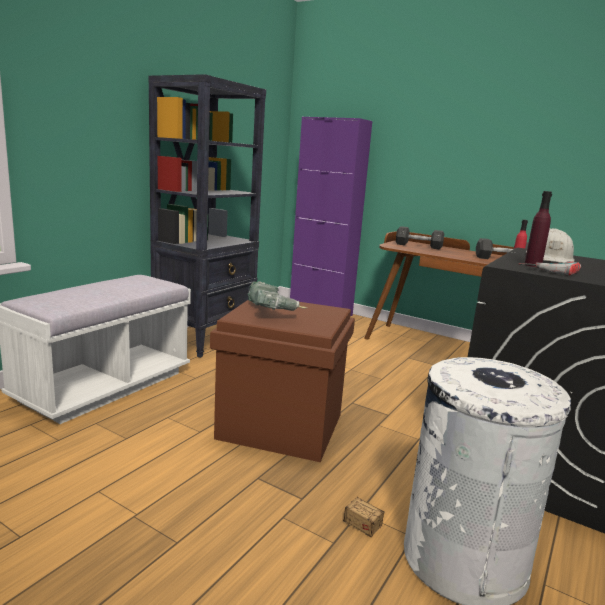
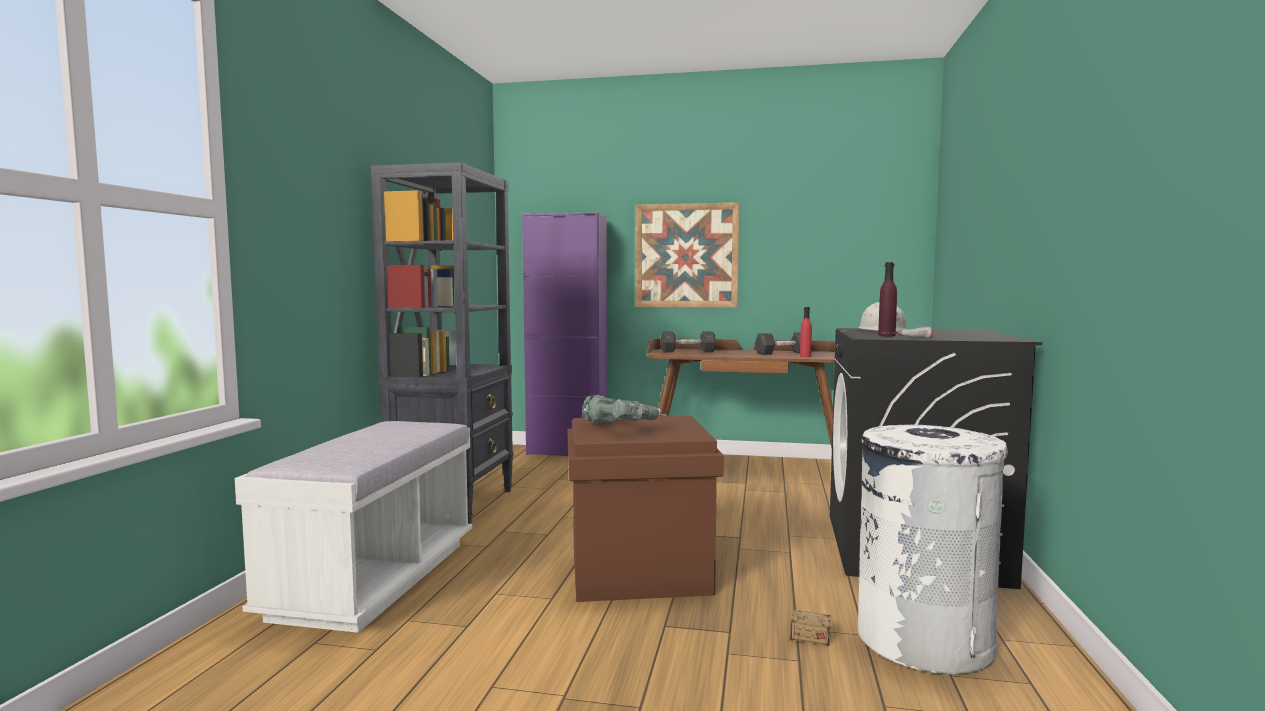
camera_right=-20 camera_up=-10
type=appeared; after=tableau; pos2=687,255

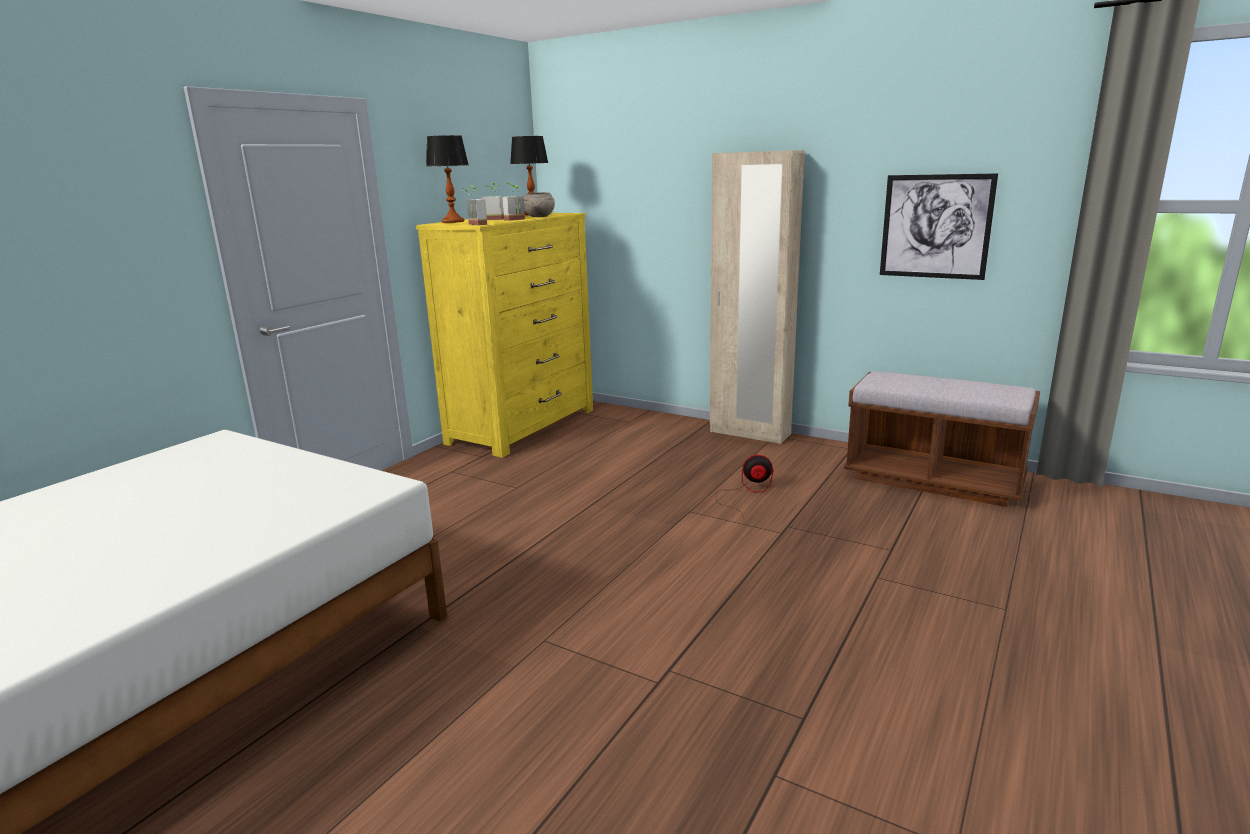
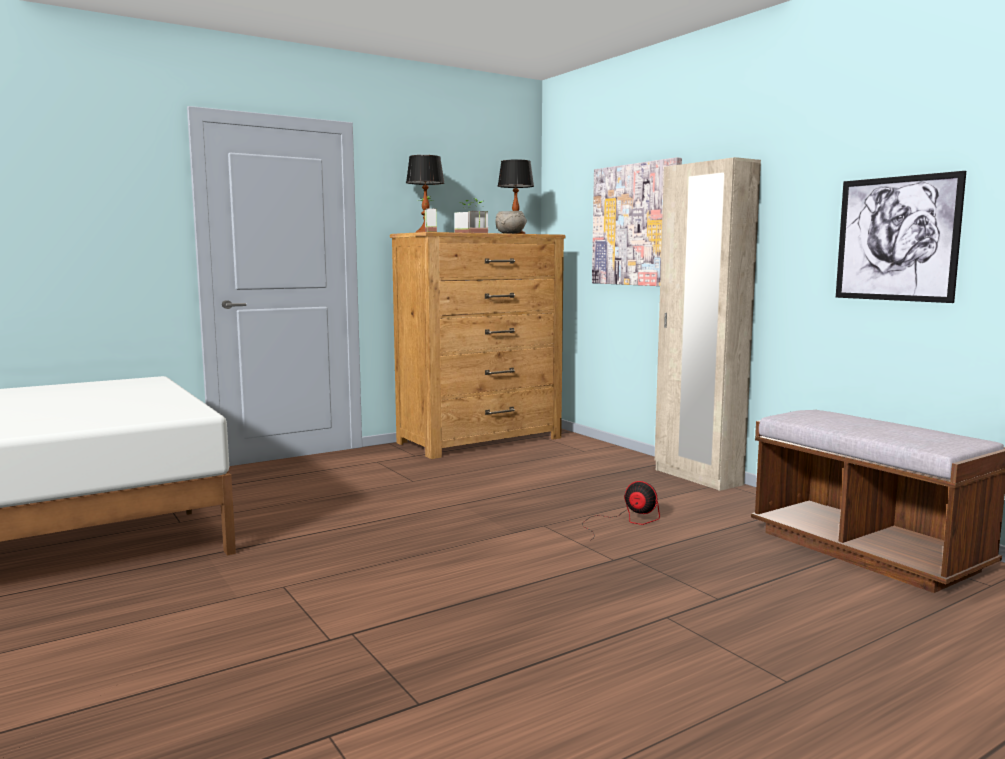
camera_right=25 camera_up=-10
type=colour; before=commode (jaune); after=commode (marron); pos1=504,335; pos2=477,345
type=appeared; after=tableau; pos2=637,221

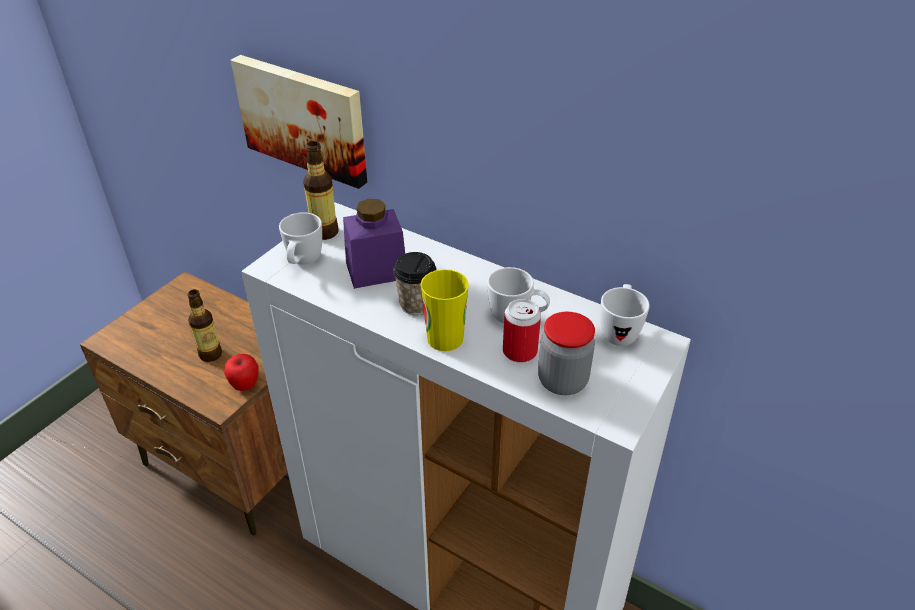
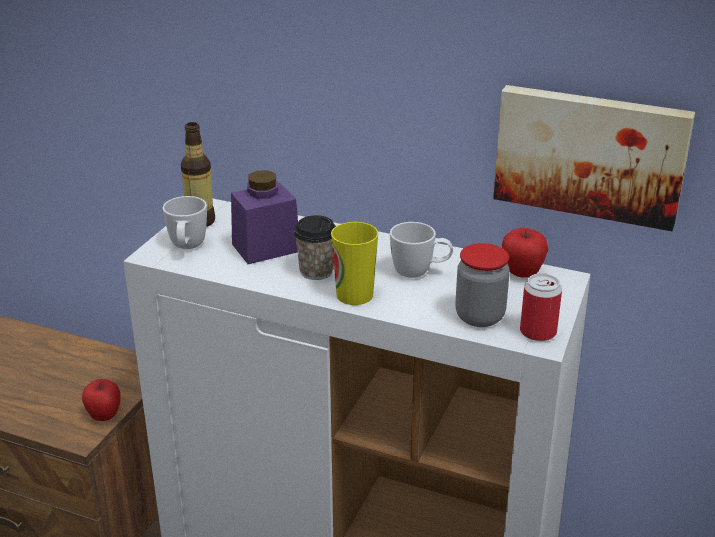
camera_right=-10 camera_up=-10
type=relocated; before=tableau; pos1=299,122; pos2=594,158
type=exchanged; before=mug (blanc); after=pomme; pos1=625,315; pos2=525,253
type=missing; before=bouteille; pos1=204,325
type=relocated; before=boîte métallique; pos1=522,330; pos2=541,307

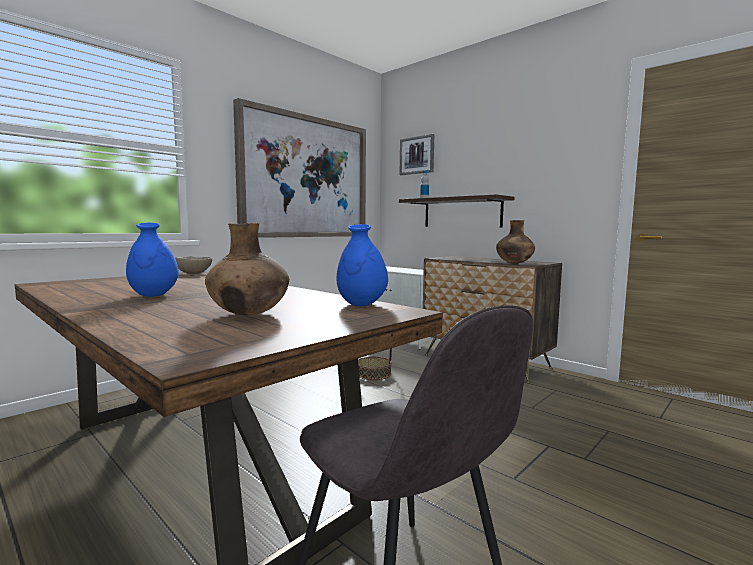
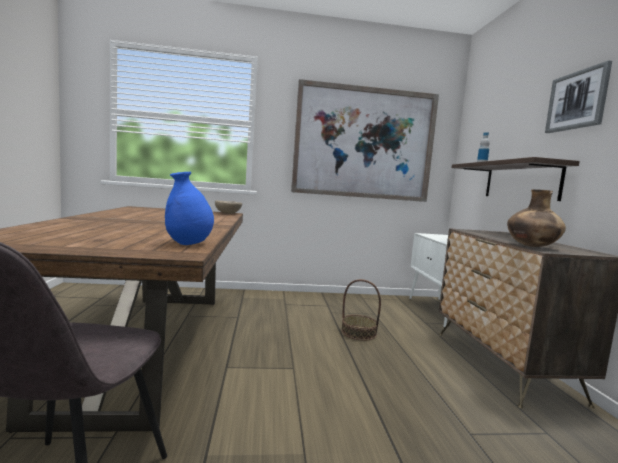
camera_right=40 camera_up=0
type=relocated; before=tableau; pos1=417,154; pos2=578,96
type=missing; before=vase (bleu); pos1=152,260
type=missing; before=vase (marron); pos1=247,269

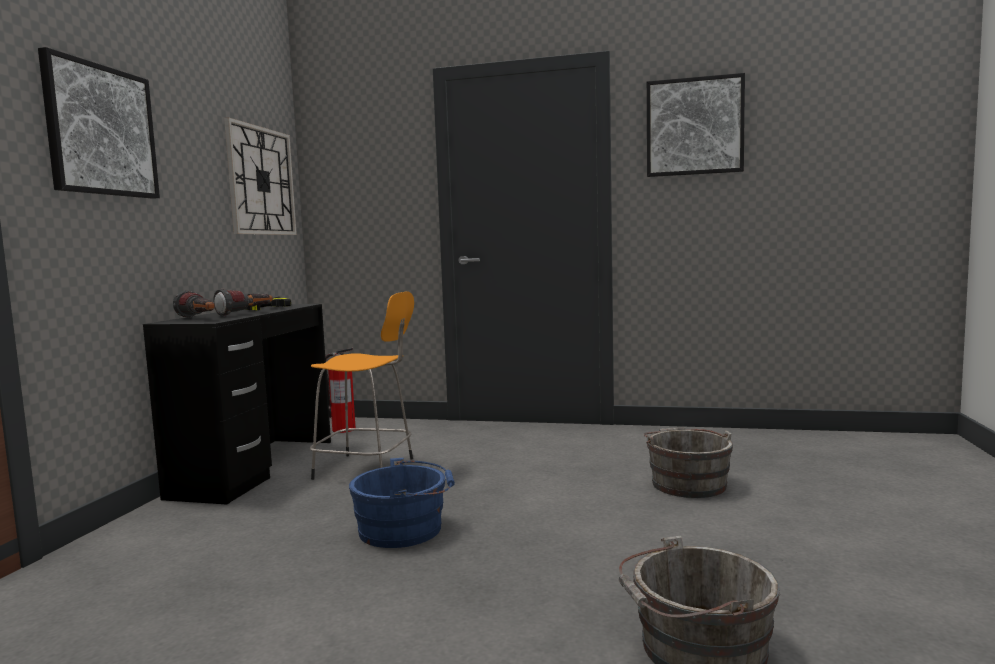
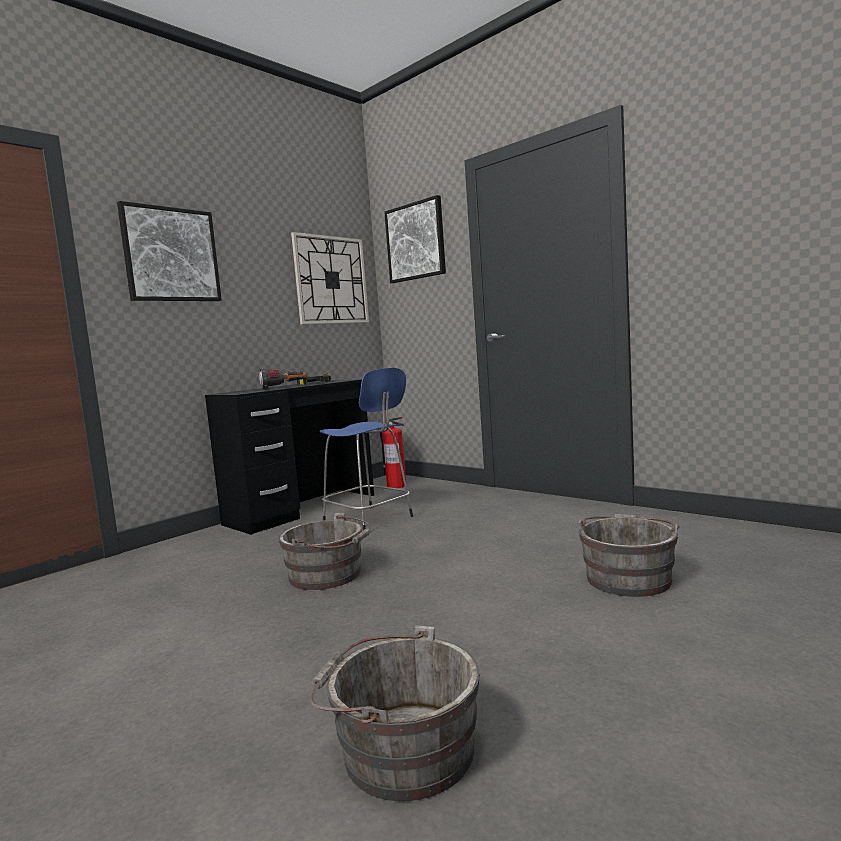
camera_right=30 camera_up=0
type=relocated; before=tableau; pos1=696,125; pos2=415,239
type=missing; before=lampe de poche; pos1=194,304
type=colour; before=tabouret (orange); after=tabouret (bleu); pos1=362,385; pos2=366,449
type=colour; before=seau (bleu); after=seau (gris); pos1=402,503; pos2=325,551

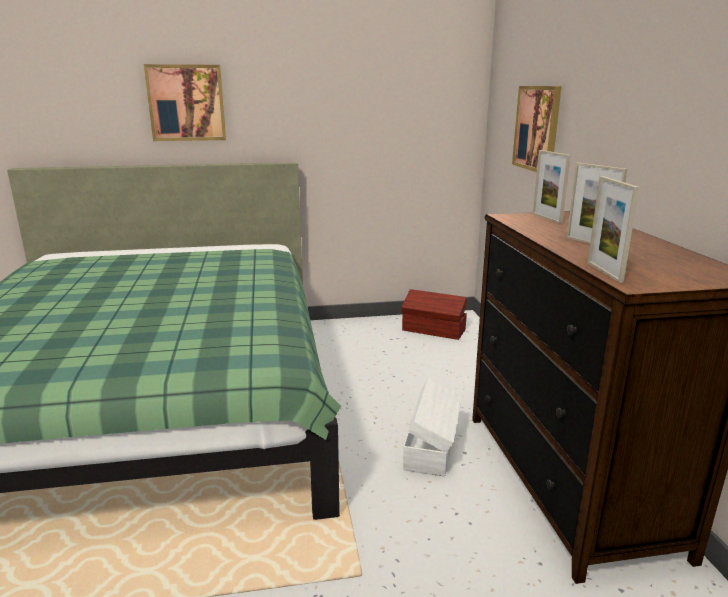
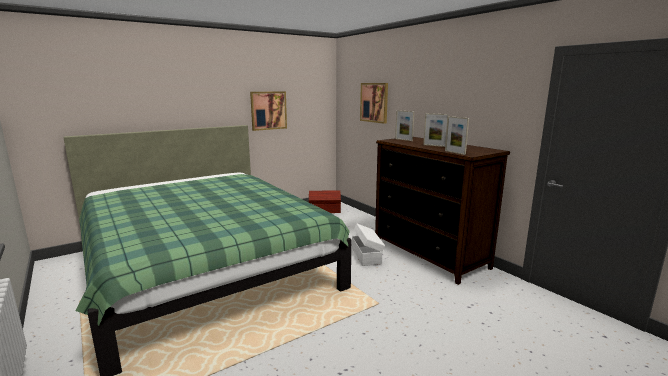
camera_right=-25 camera_up=-5
type=relocated; before=tableau; pos1=185,102; pos2=268,111

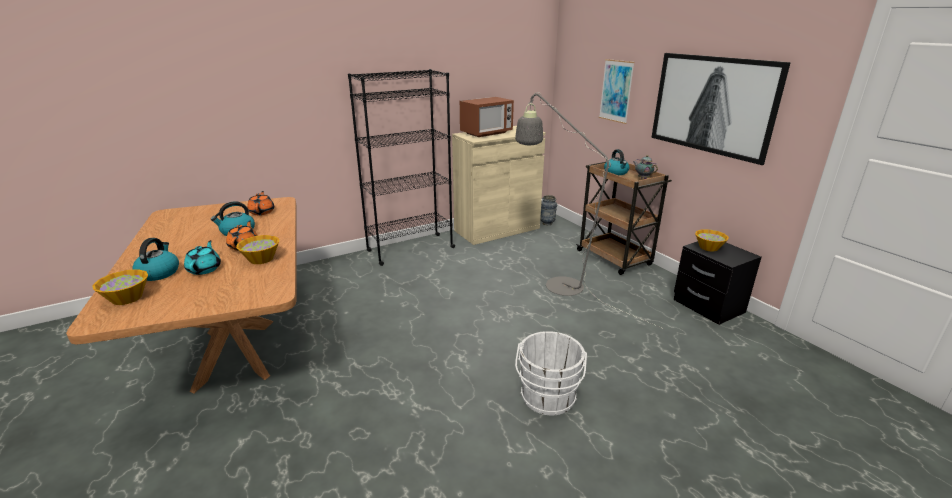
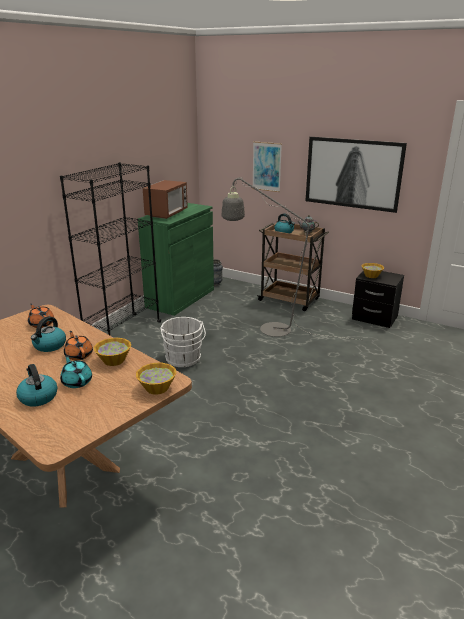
camera_right=-30 camera_up=0
type=colour; before=meuble de rangement (beige); after=meuble de rangement (vert); pos1=499,185; pos2=176,259
type=relocated; before=bol; pos1=120,287; pos2=156,378
type=relocated; before=seau (blanc); pos1=551,373; pos2=183,342

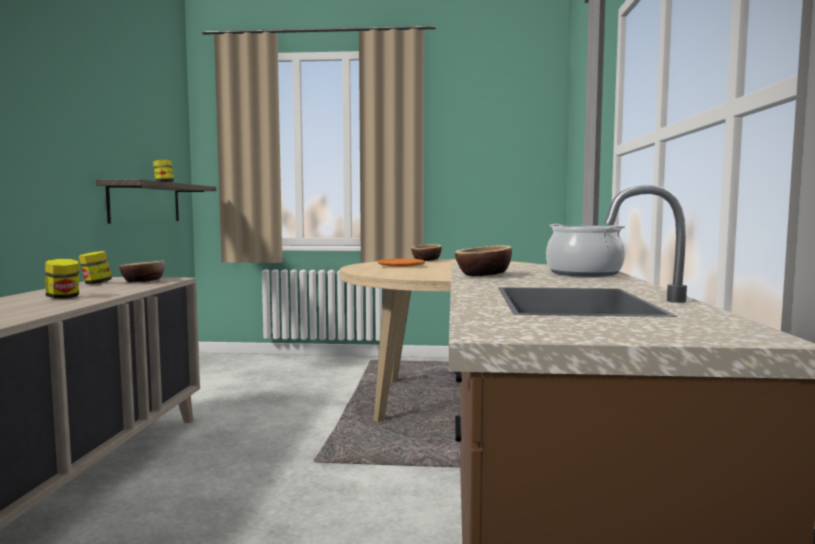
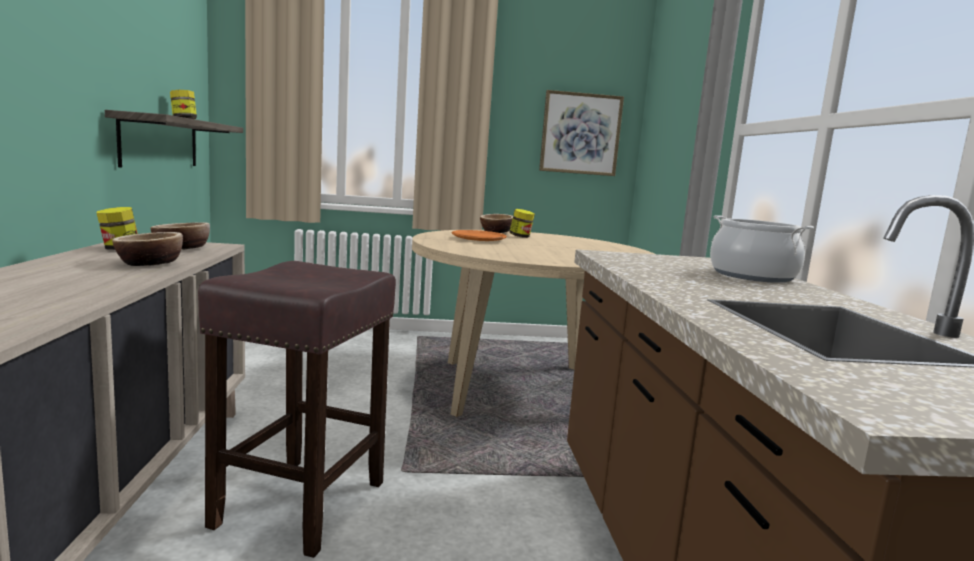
camera_right=-10 camera_up=5
type=relocated; before=bol; pos1=483,260; pos2=147,249
type=relocated; before=bocal; pos1=62,279; pos2=522,223
type=appeared; after=tableau; pos2=581,133
type=appeared; after=tabouret (marron); pos2=297,409

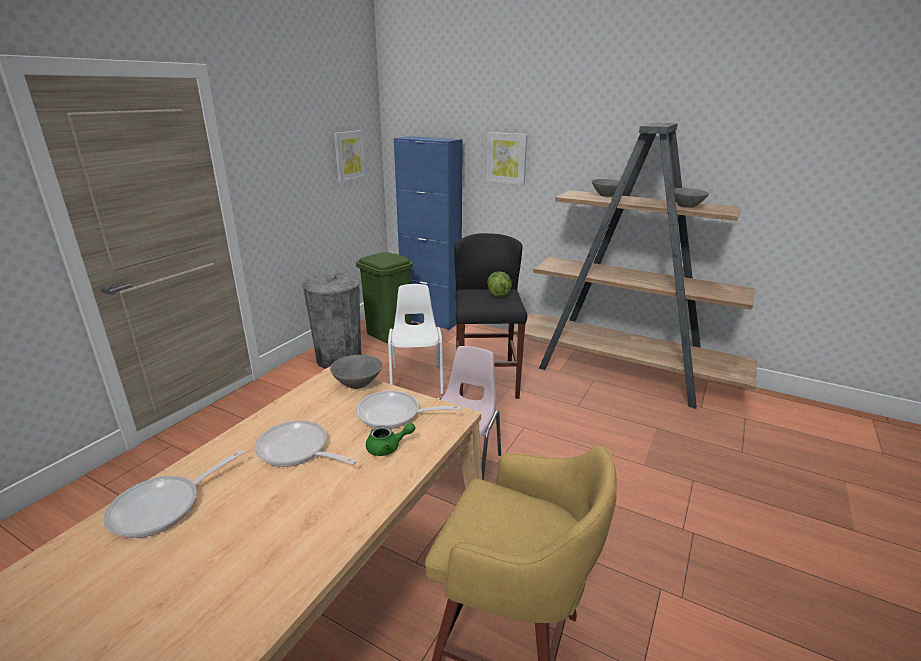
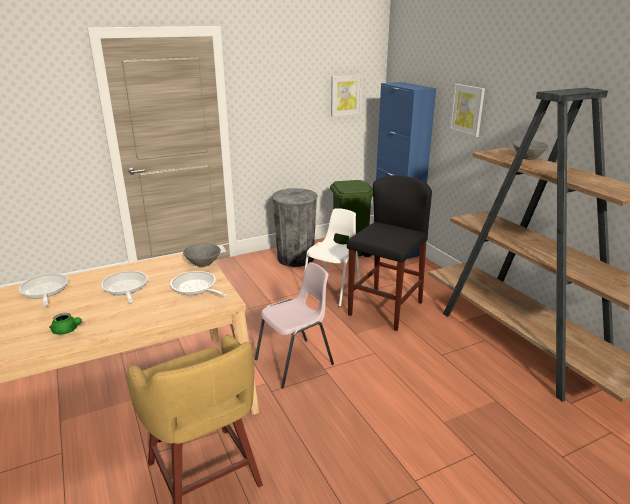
camera_right=35 camera_up=0
type=missing; before=bol (gris); pos1=691,198
type=missing; before=laitue; pos1=499,284
type=relocated; before=théière (vert); pos1=390,439; pos2=65,323
type=spun; before=poêle; pos1=174,494; pos2=43,290; turn=75

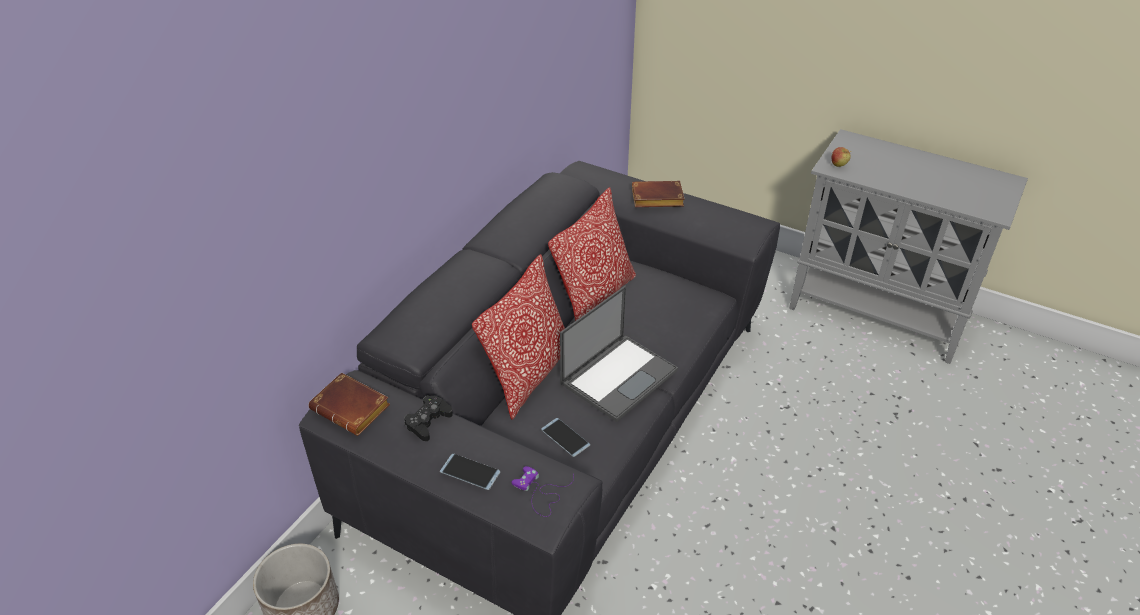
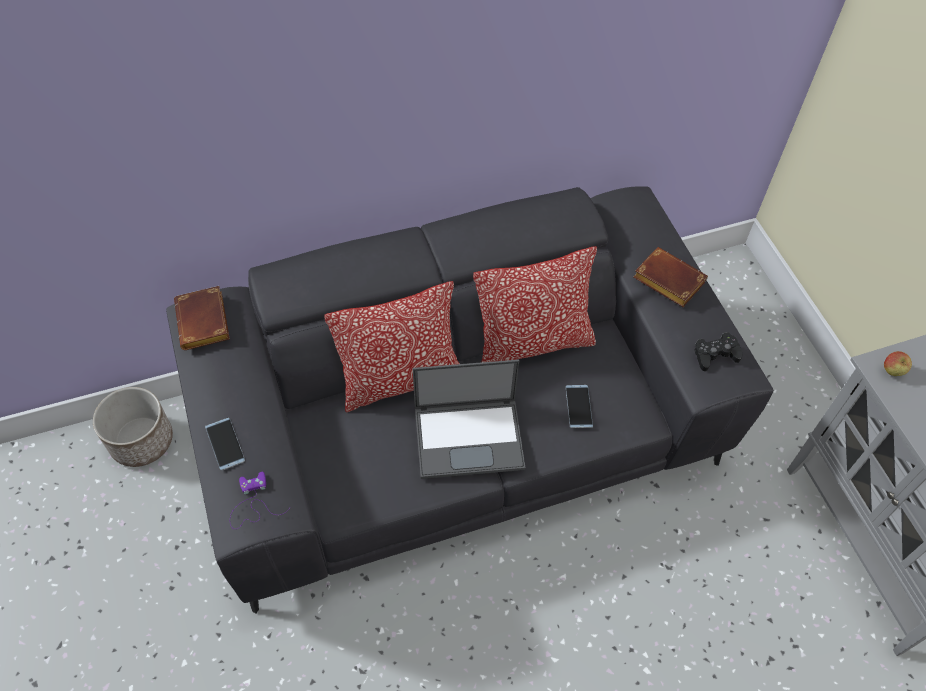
camera_right=40 camera_up=15
type=relocated; before=manette (noir); pos1=428,418; pos2=718,351
type=relocated; before=téléphone; pos1=565,437; pos2=579,406

